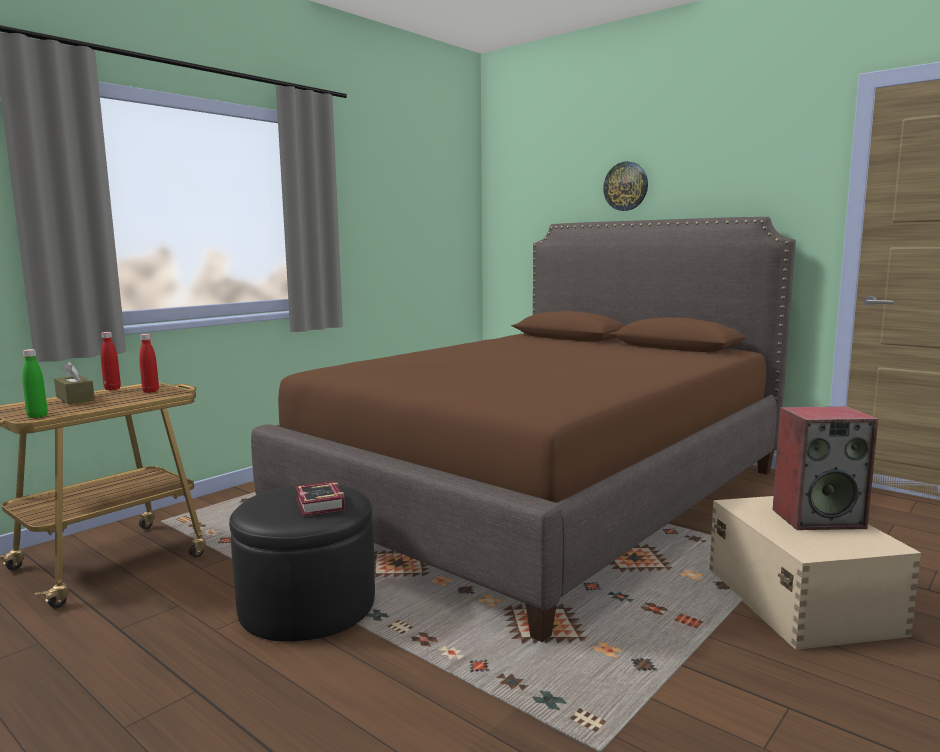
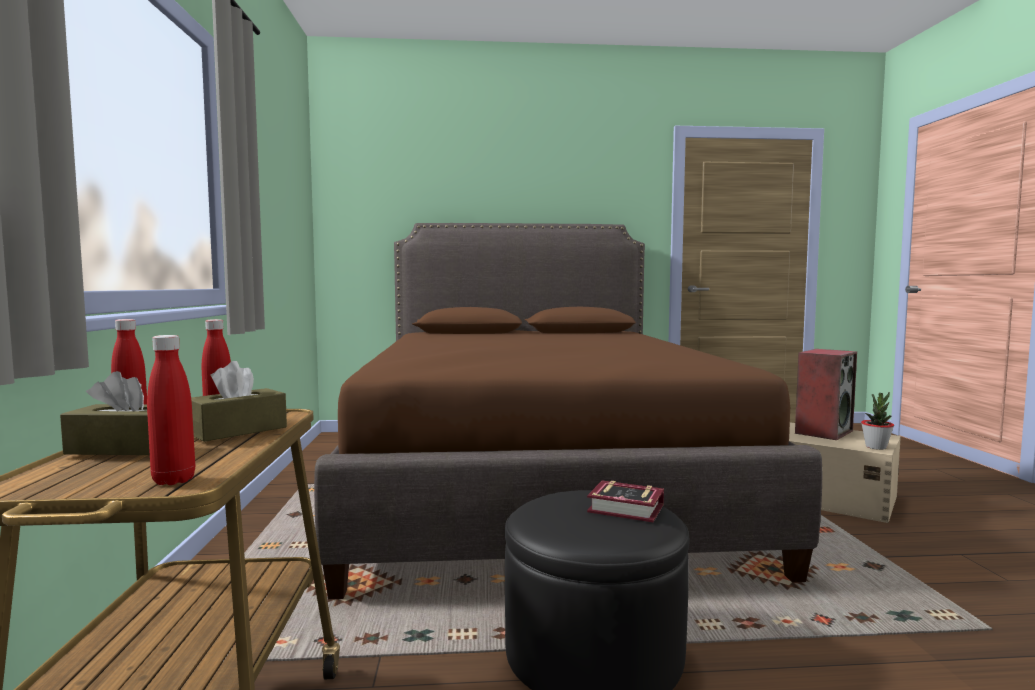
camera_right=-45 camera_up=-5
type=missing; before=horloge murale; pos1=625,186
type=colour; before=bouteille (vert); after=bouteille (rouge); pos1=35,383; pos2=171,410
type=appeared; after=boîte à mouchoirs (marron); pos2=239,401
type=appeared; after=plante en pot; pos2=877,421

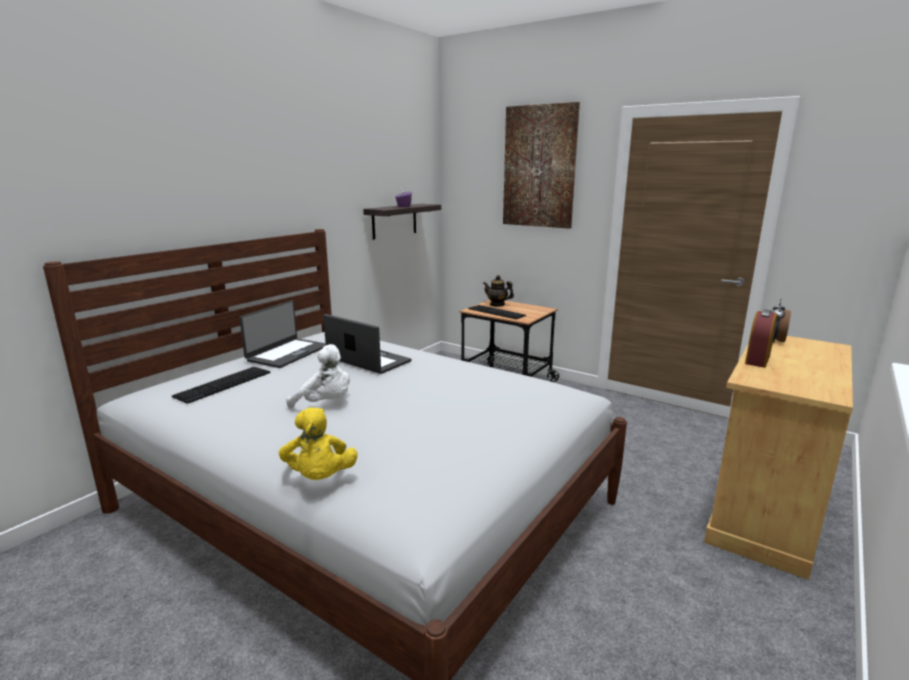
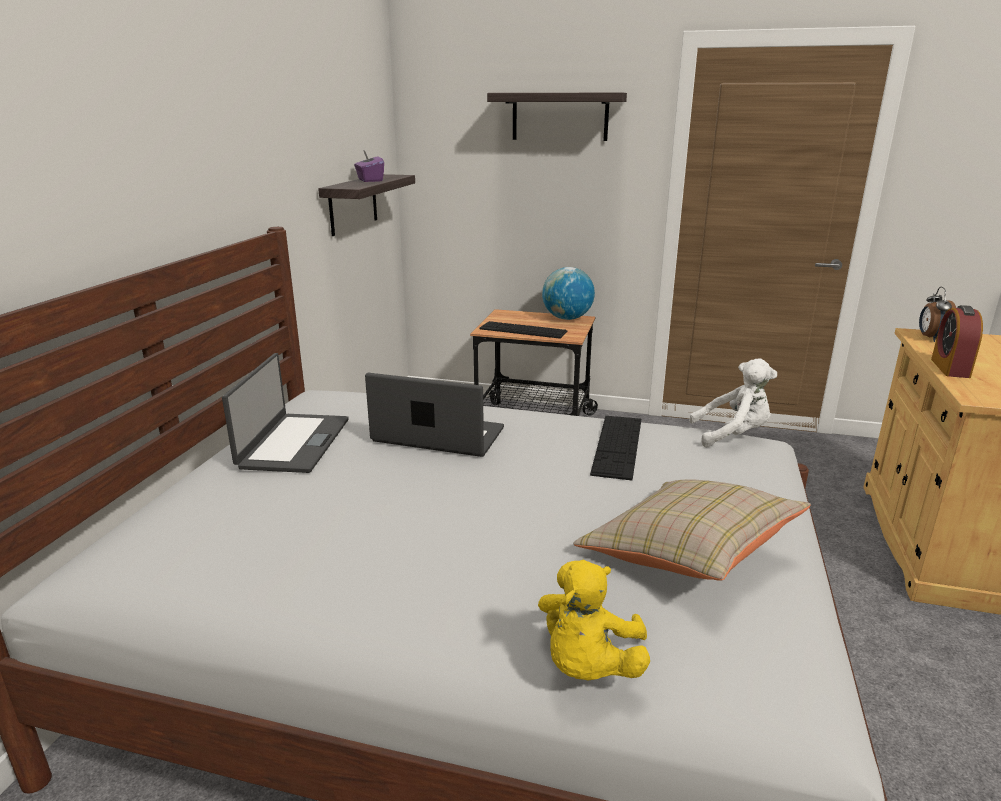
camera_right=-20 camera_up=5
type=exchanged; before=tableau; after=étagère; pos1=541,165; pos2=557,117
type=missing; before=théière; pos1=498,291
type=relocated; before=peluche (blanc); pos1=318,376; pos2=733,402
type=relocated; before=clavier; pos1=221,385; pos2=615,448
type=spun; before=peluche (jaune); pos1=318,444; pos2=594,620; turn=60
type=appeared; after=globe; pos2=568,293
type=appeared; after=coussin (beige); pos2=692,530

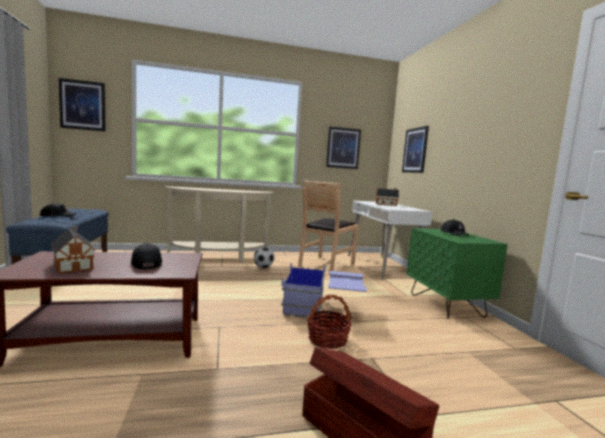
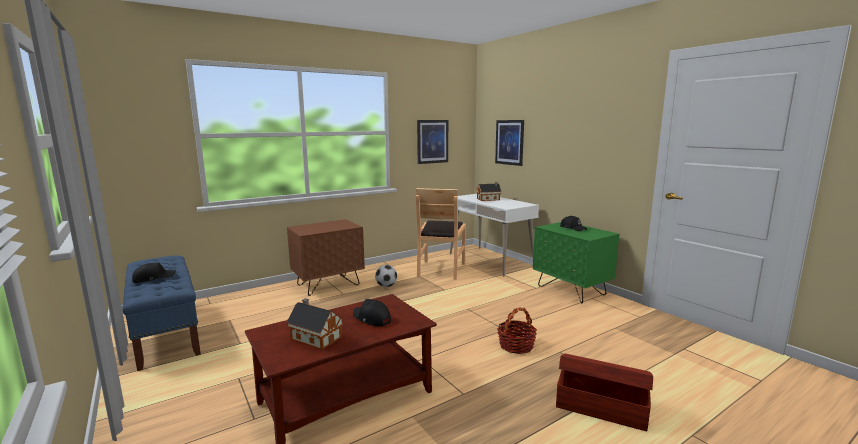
camera_right=-20 camera_up=5
type=missing; before=tableau; pos1=82,105
type=exchanged; before=table console (beige); after=table de chevet (marron); pos1=219,224; pos2=326,257
type=missing; before=boîte de rangement (bleu); pos1=324,290

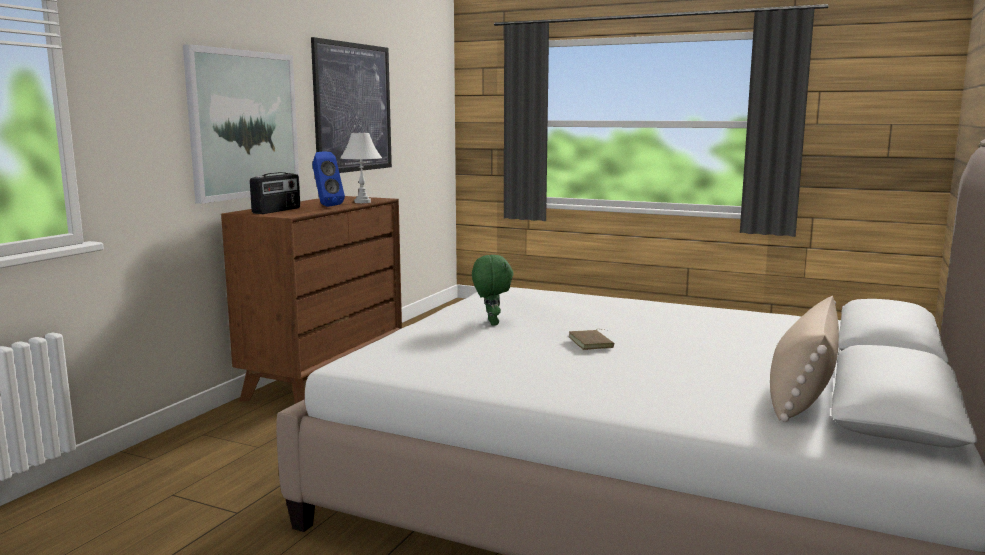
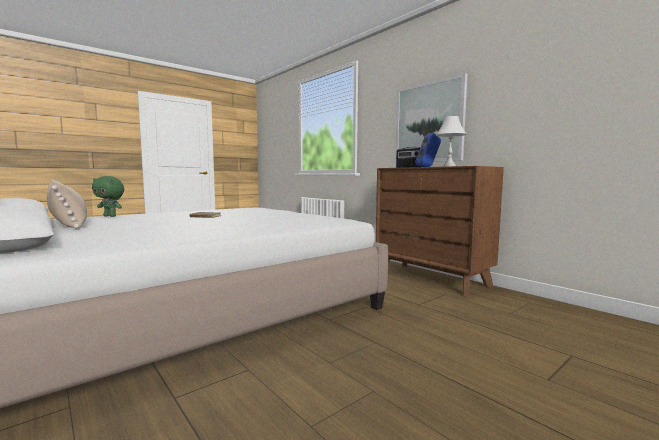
camera_right=115 camera_up=-5
type=missing; before=tableau; pos1=351,105
type=relocated; before=peluche (vert); pos1=493,290; pos2=108,196

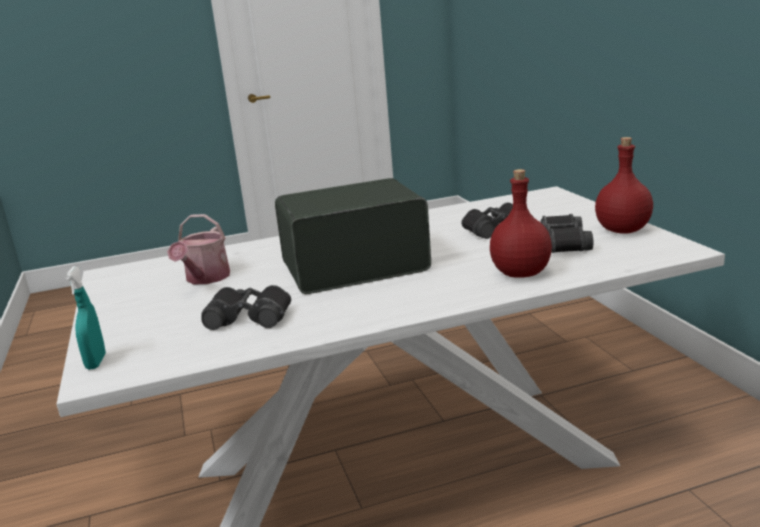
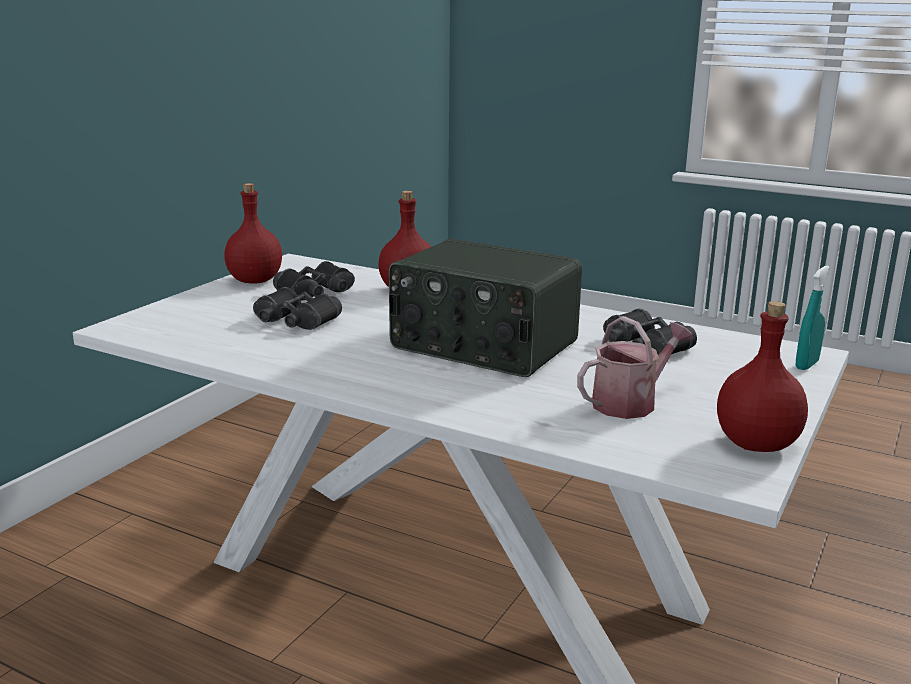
camera_right=-135 camera_up=0
type=appeared; after=bouteille (rouge); pos2=762,376

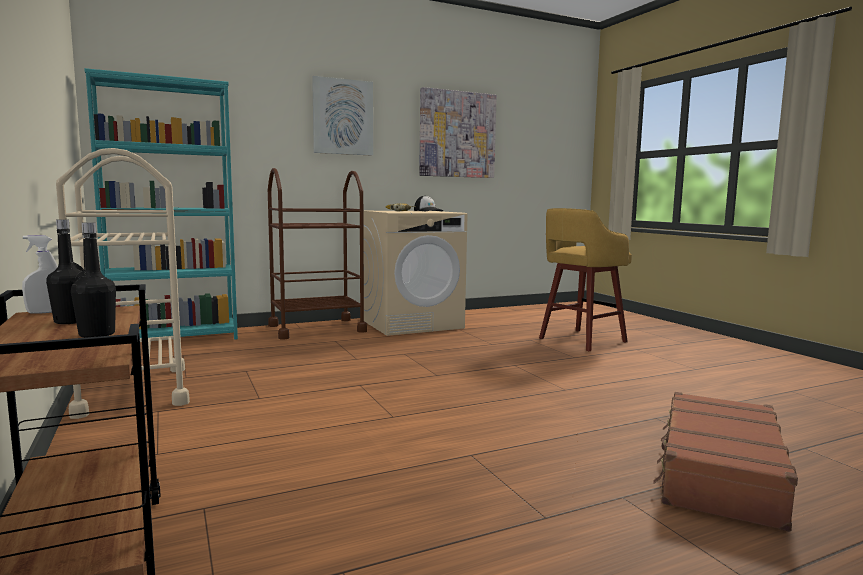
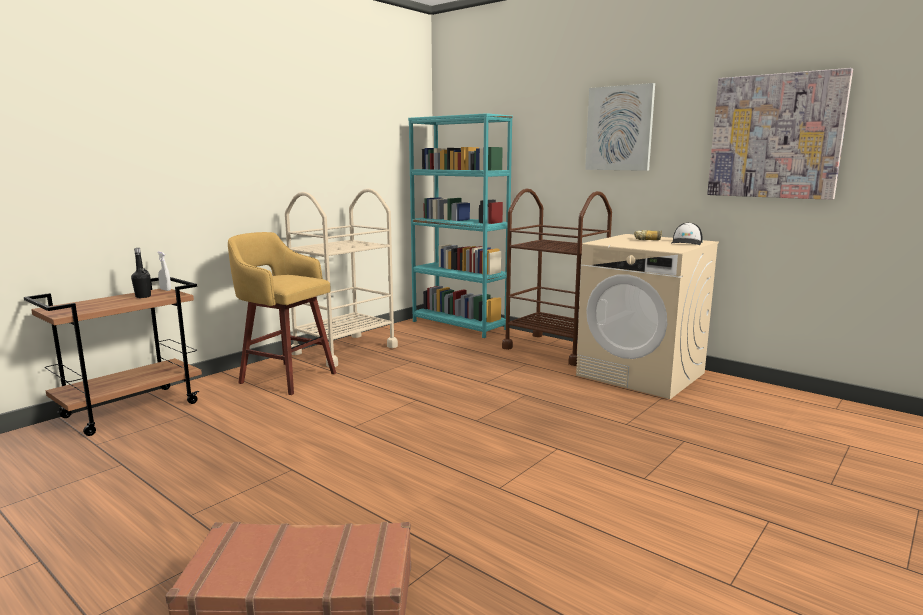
camera_right=65 camera_up=5
type=relocated; before=tabouret (jaune); pos1=585,279; pos2=282,313
type=missing; before=bouteille (noir); pos1=93,280

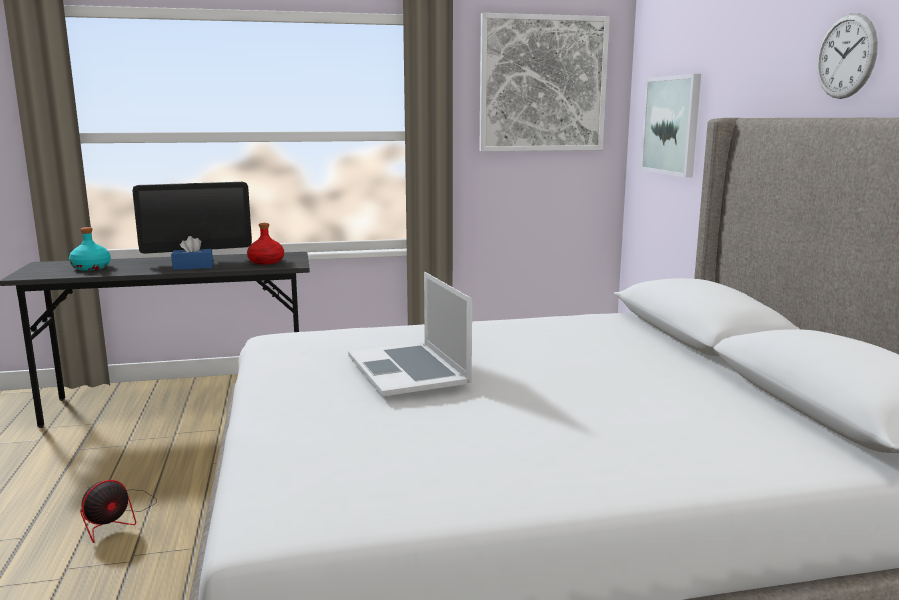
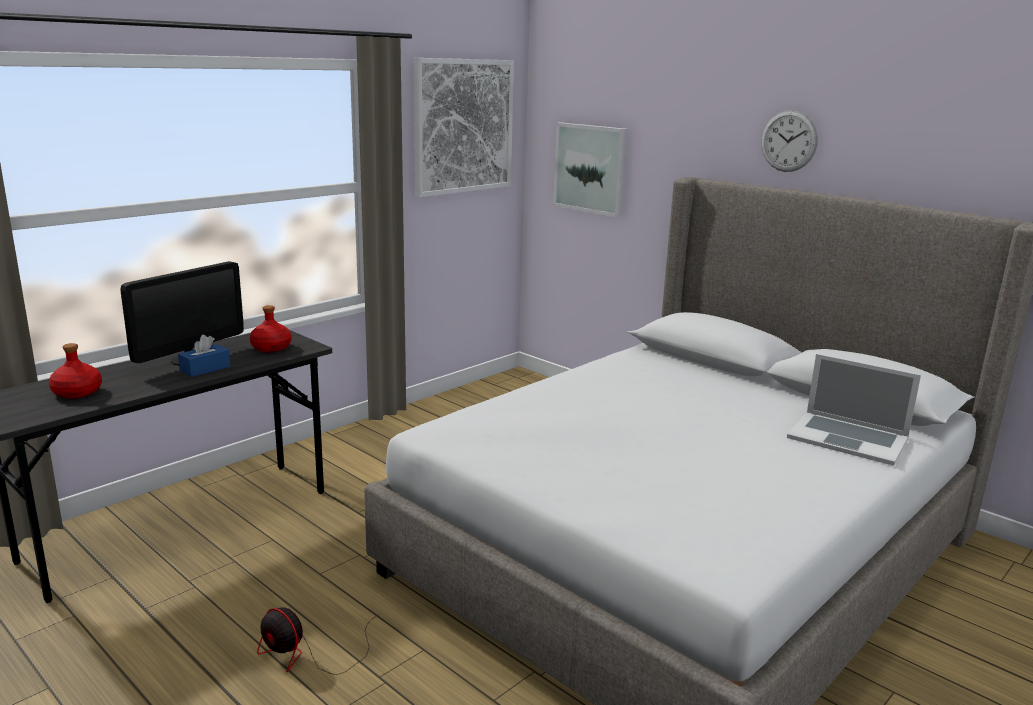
camera_right=-35 camera_up=5
type=colour; before=bouteille (turquoise); after=bouteille (rouge); pos1=90,249; pos2=75,371
type=relocated; before=ordinateur portable; pos1=410,334; pos2=854,410
type=spun; before=ventilateur; pos1=118,511; pos2=318,641; turn=120

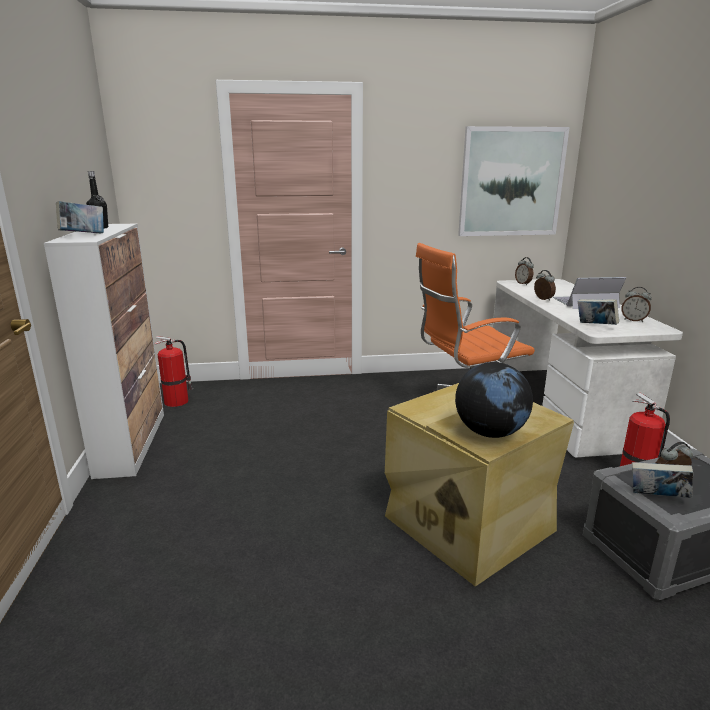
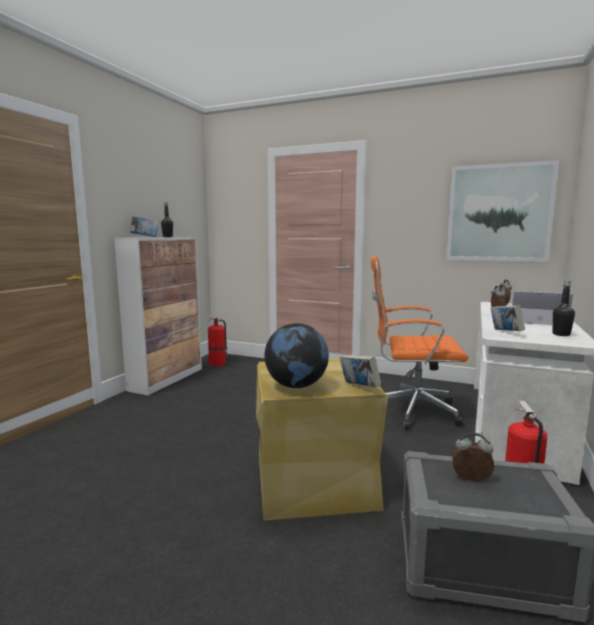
camera_right=30 camera_up=-10
type=exchanged; before=réveil; after=bouteille (noir); pos1=637,304; pos2=564,308
type=relocated; before=livre; pos1=662,480; pos2=360,371

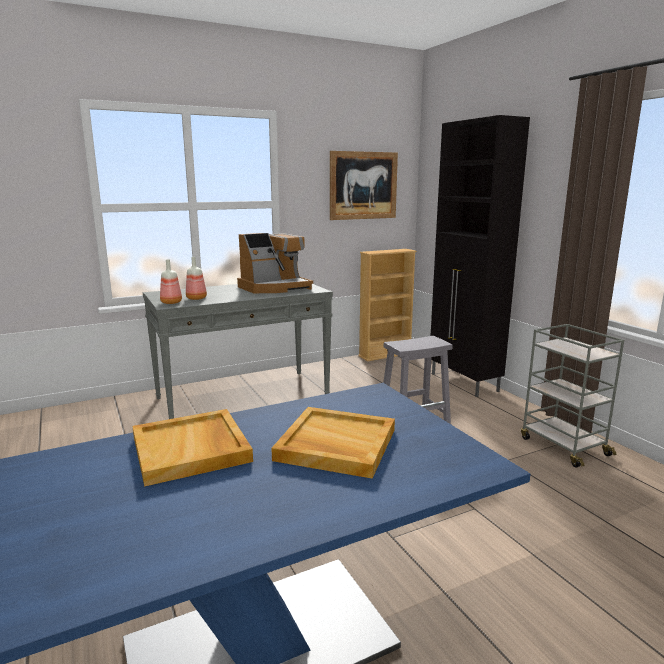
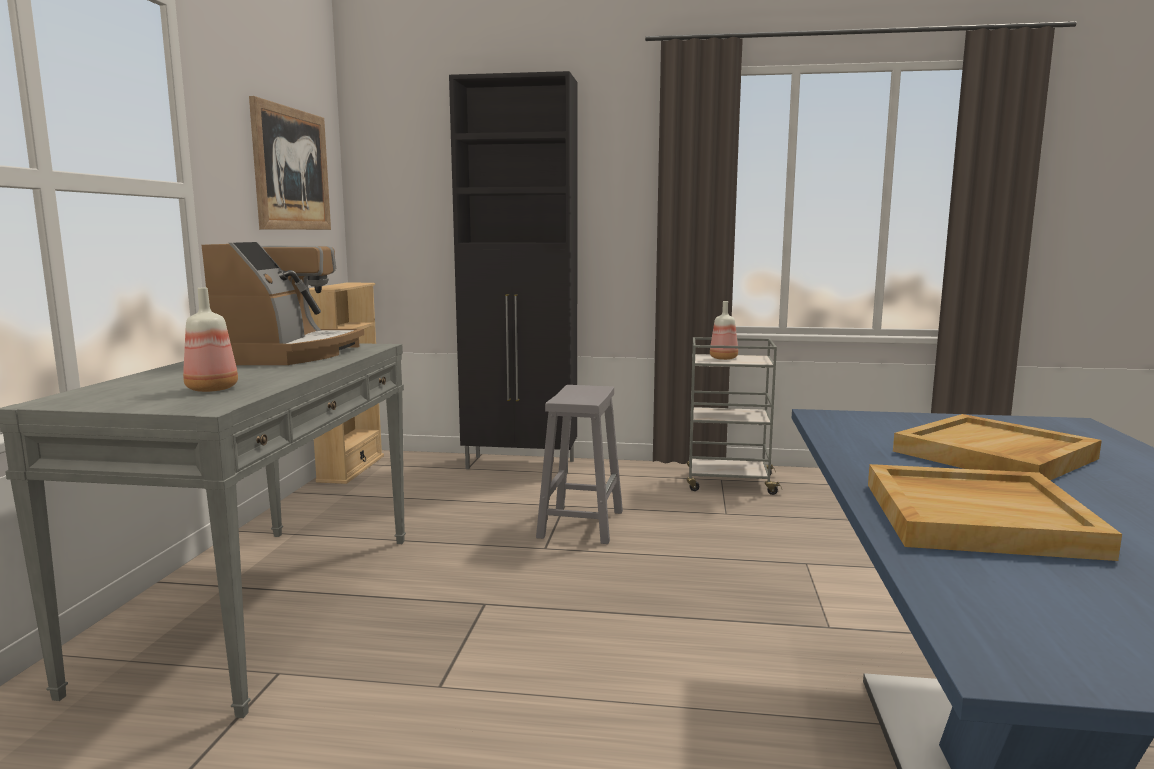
camera_right=-55 camera_up=-5
type=relocated; before=bouteille; pos1=171,281; pos2=724,330

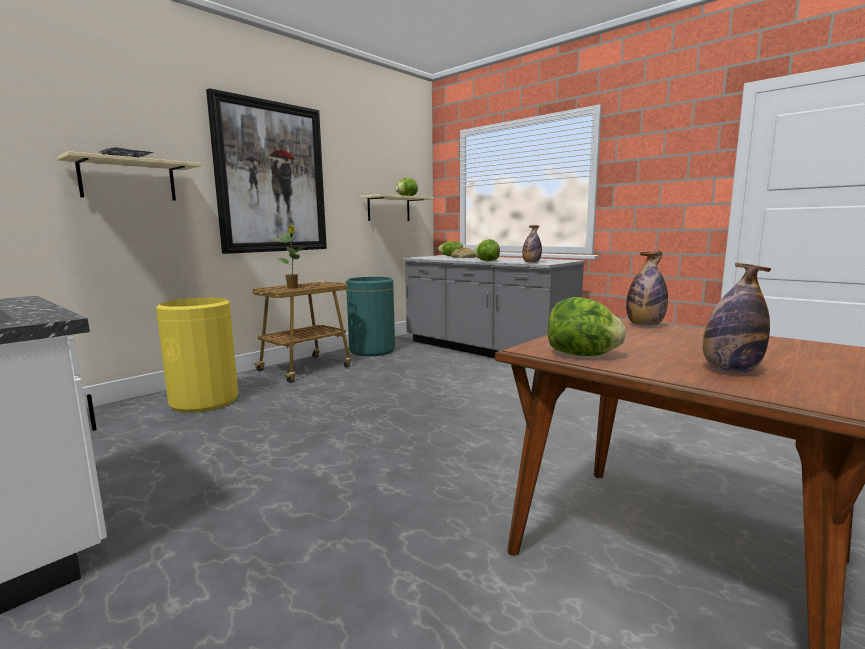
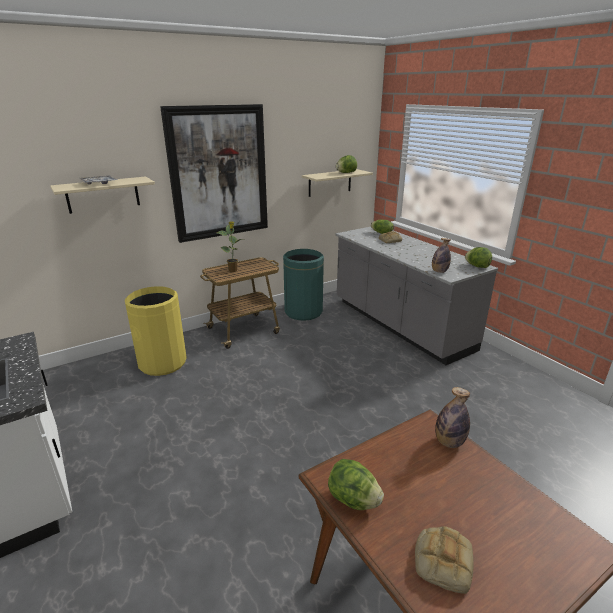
camera_right=15 camera_up=15
type=relocated; before=laitue; pos1=486,250; pos2=478,257
type=exchanged; before=bouteille; after=pain; pos1=737,318; pos2=444,560

